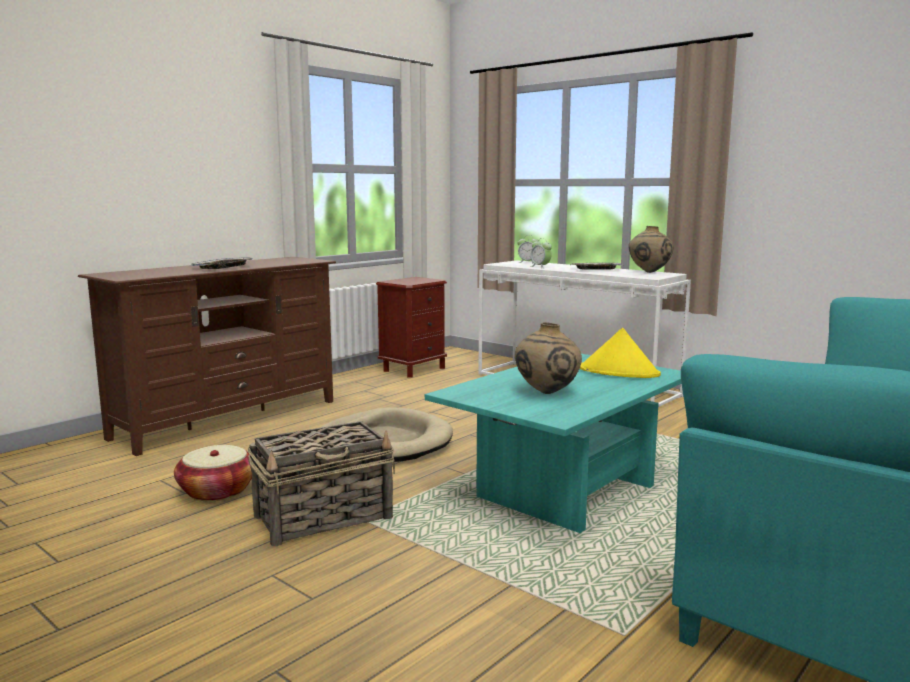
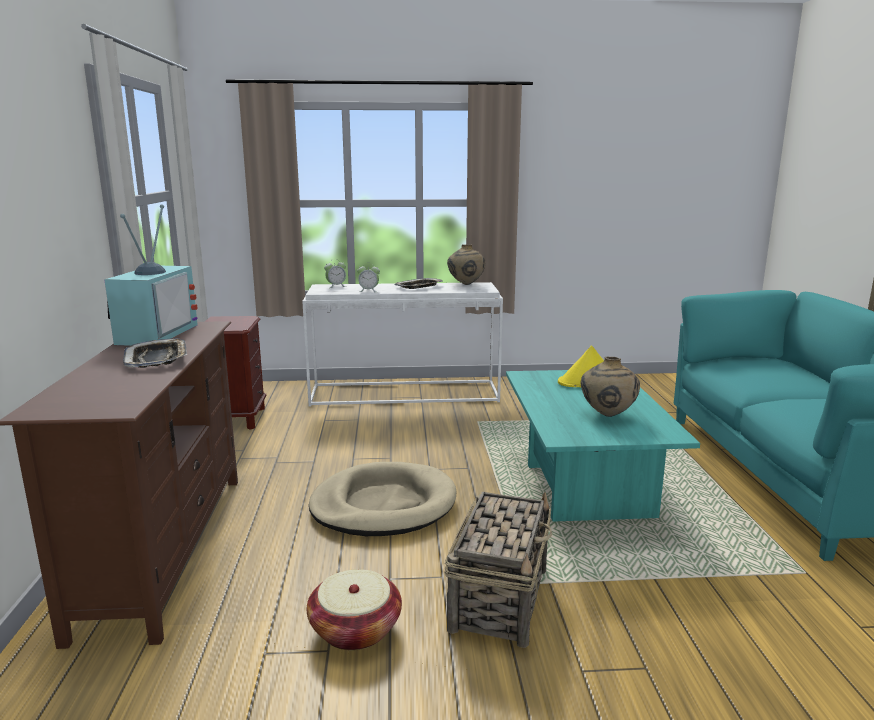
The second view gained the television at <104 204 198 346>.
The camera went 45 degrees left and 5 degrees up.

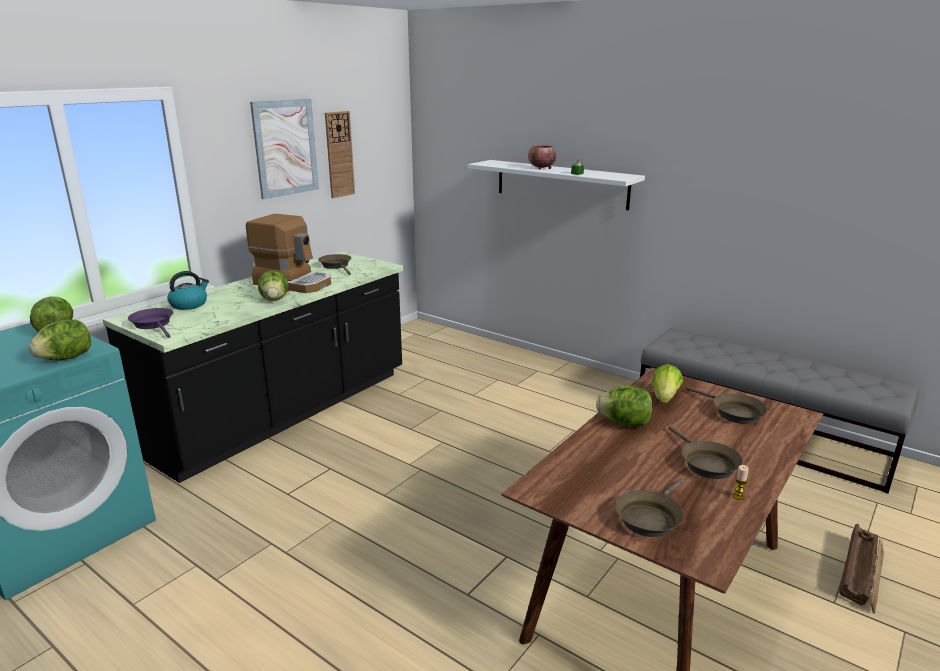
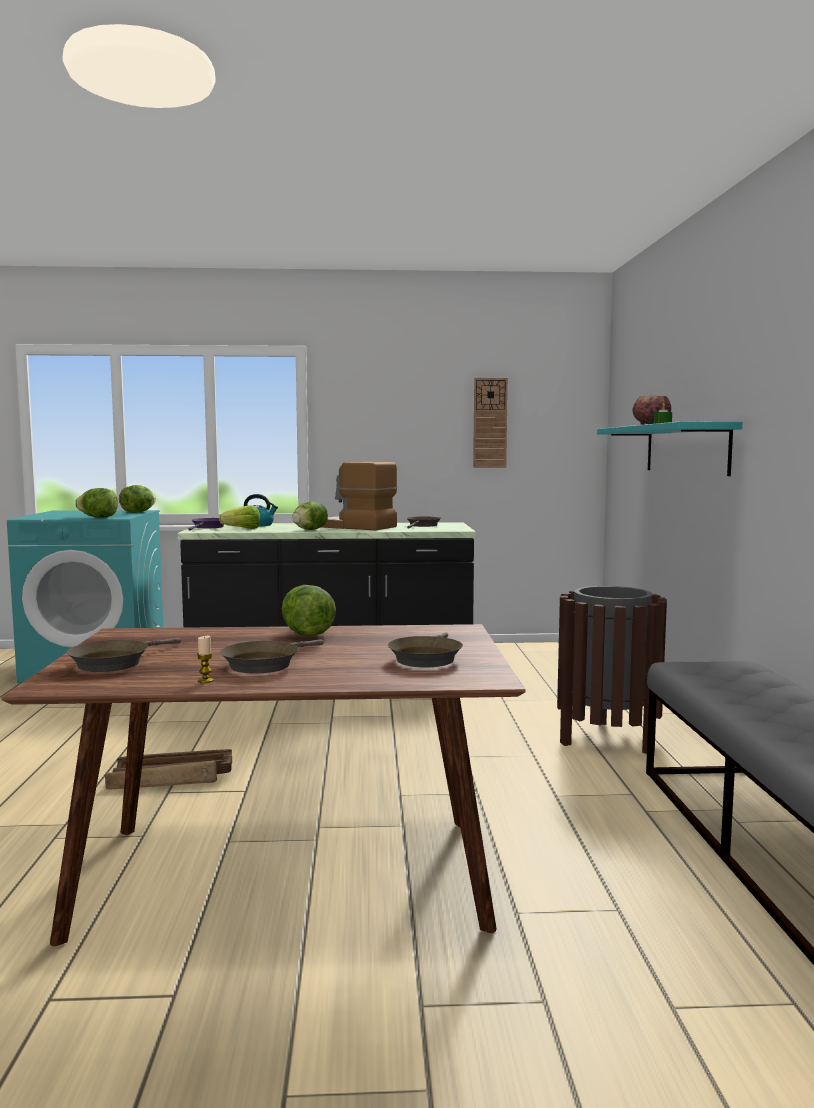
The frying pan (brown) at <615 478 684 537> ended up facing another way, 60 degrees counterclockwise from before.
The crate ended up elsewhere, having gone from <839 524 884 614> to <105 749 232 790>.
The lettuce ended up elsewhere, having gone from <652 364 683 403> to <219 505 260 529>.
The coffee machine at <246 214 331 293> ended up facing another way, 135 degrees clockwise from before.
The second view gained the trash can (brown) at <557 586 667 754>.
What was the shelf (white) at <468 160 645 210> turned into the shelf (turquoise) at <597 422 742 476>.
The second view lost the picture at <250 99 319 199>.
The camera went 50 degrees right and 15 degrees down.

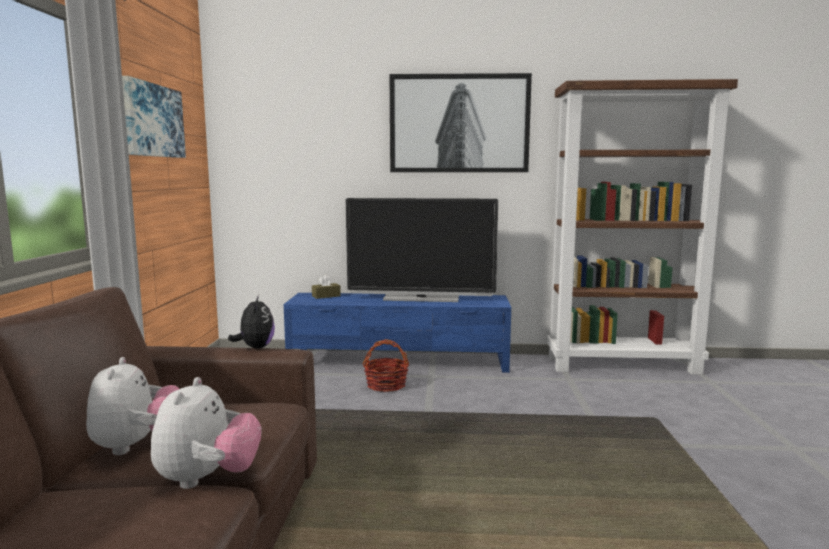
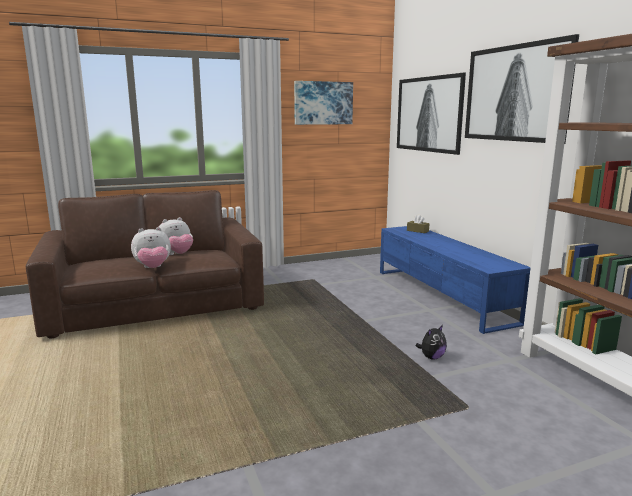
The second view gained the picture at <397 73 466 155>.
The plush toy ended up elsewhere, having gone from <228 295 275 349> to <415 325 447 360>.
The second view lost the television at <346 198 498 302>.
The second view lost the basket at <362 339 409 392>.
The camera went 65 degrees right and 5 degrees up.

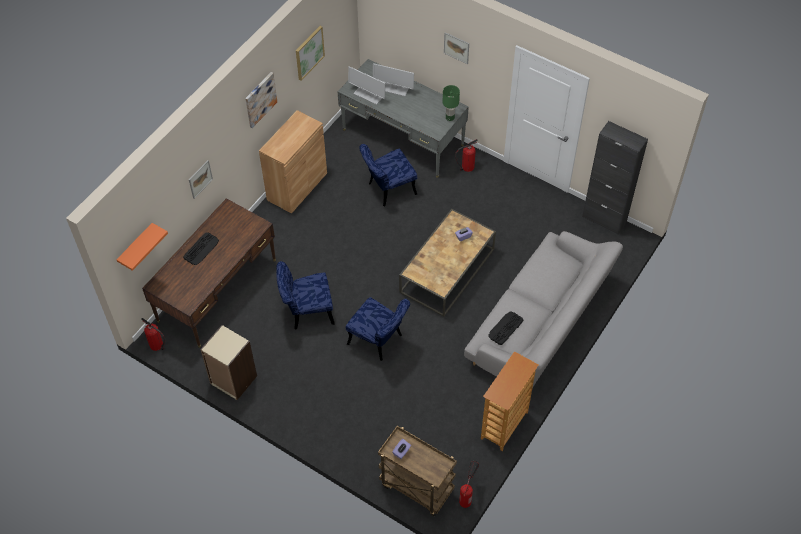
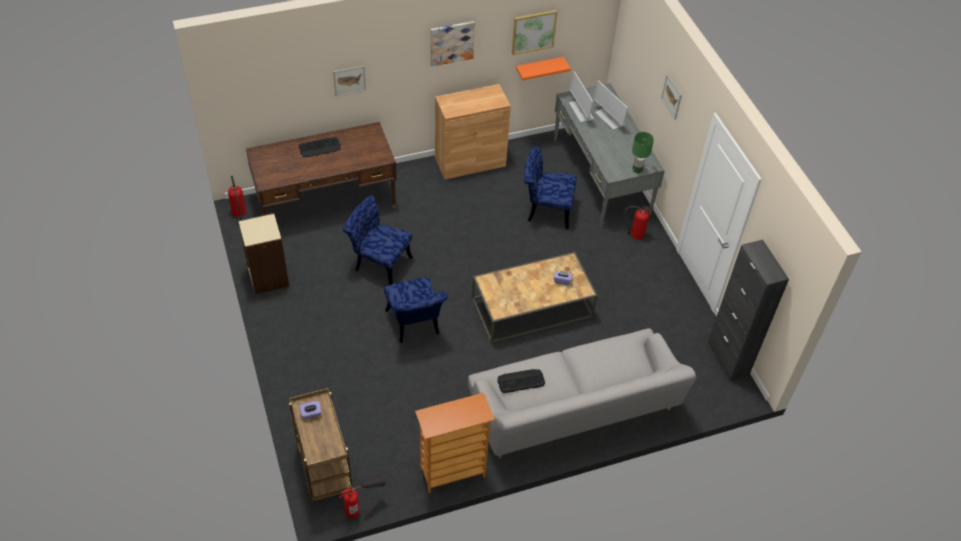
The shelf (orange) ended up elsewhere, having gone from <116 223 168 271> to <516 57 571 81>.
The camera went 35 degrees right and 5 degrees down.

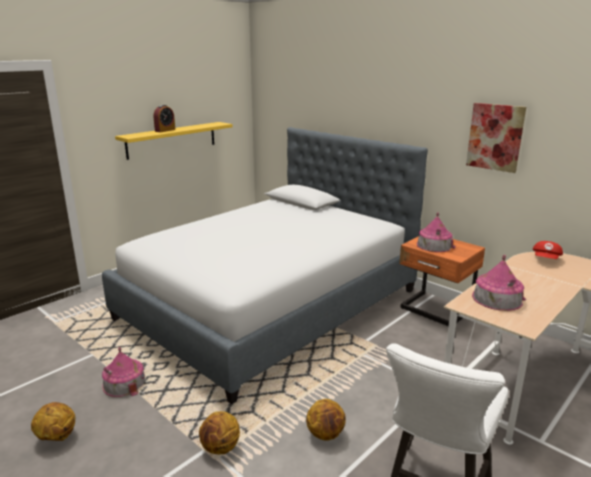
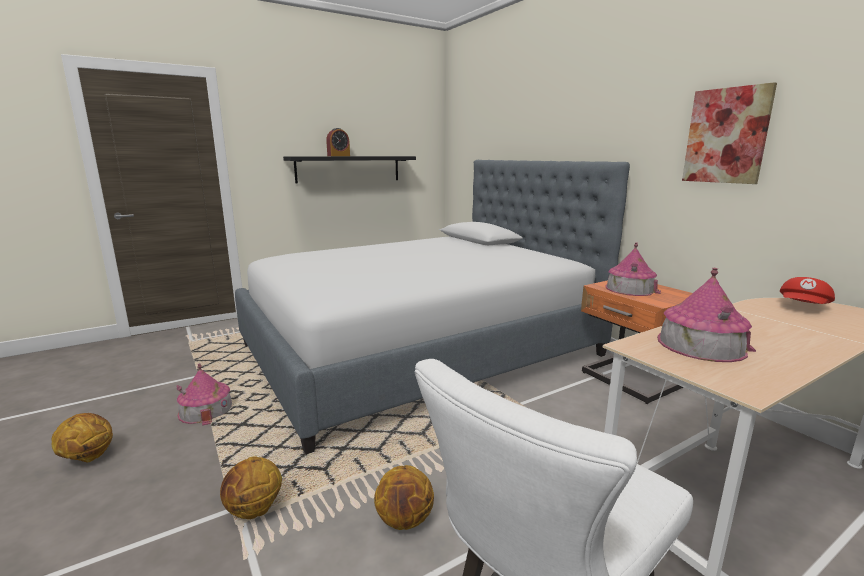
What was the shelf (yellow) at <115 122 233 160> turned into the shelf (black) at <283 156 416 183>.
The camera went 15 degrees right and 5 degrees down.

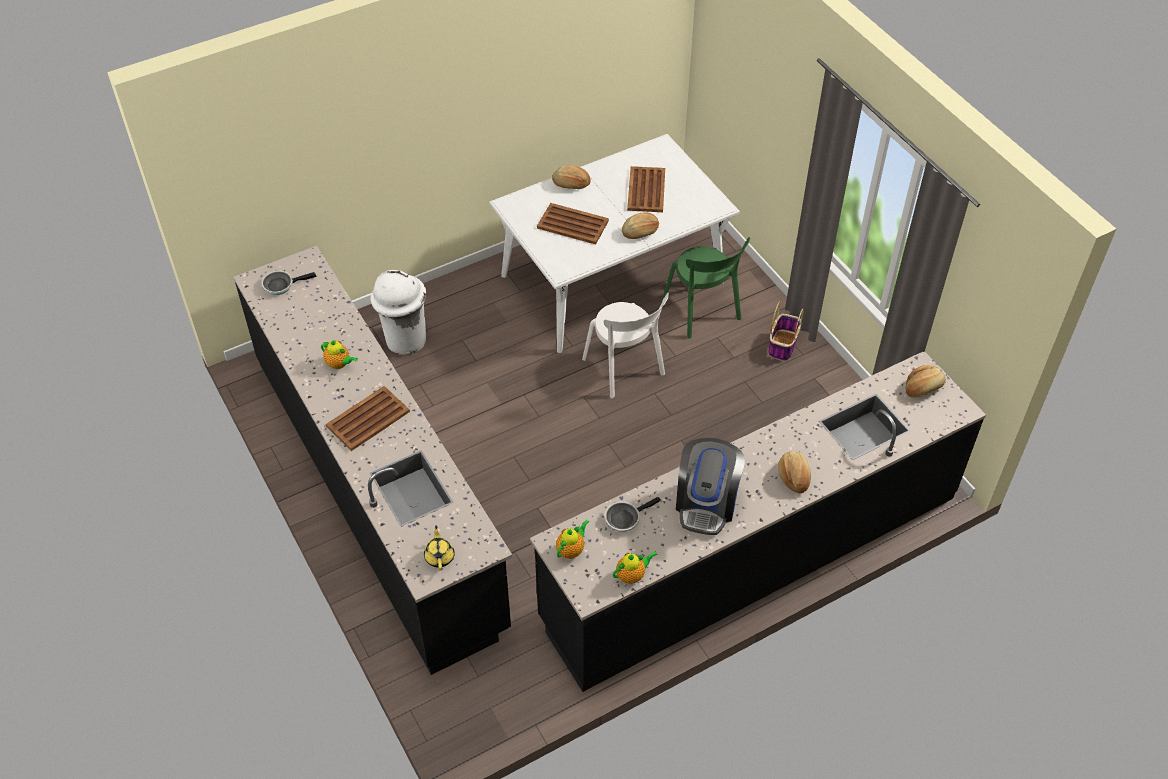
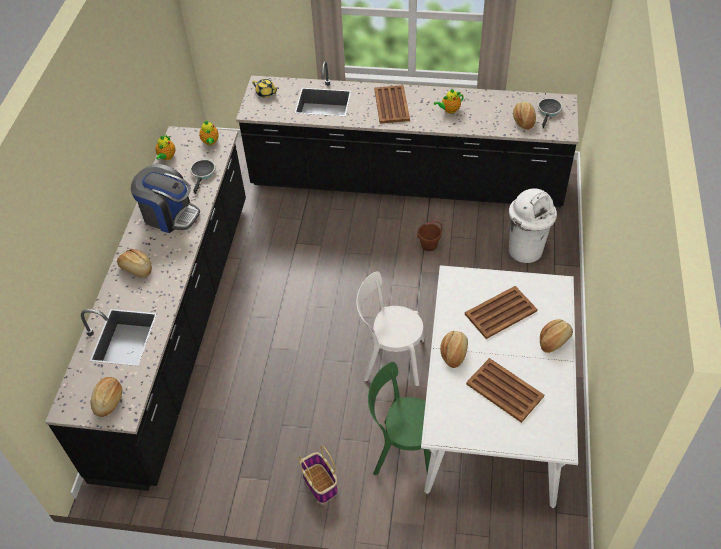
The coffee machine at <676 438 745 535> ended up facing another way, 150 degrees clockwise from before.
The second view gained the bucket (brown) at <417 221 442 251>.
The second view gained the bread at <513 102 536 130>.
The camera went 130 degrees right and 0 degrees up.

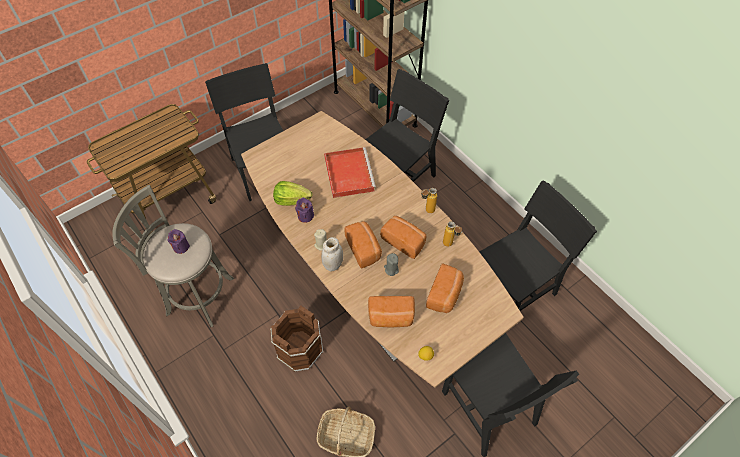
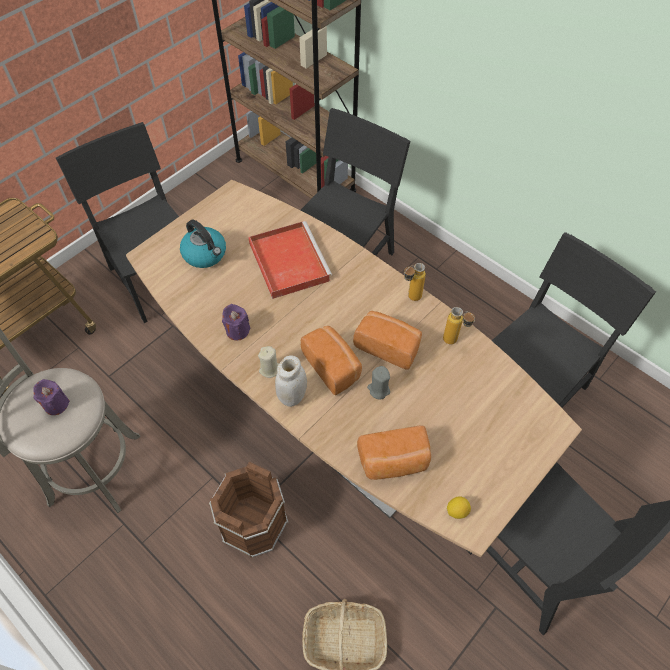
The second view gained the kettle at <180 220 226 268>.
The second view lost the lettuce at <273 181 312 206>.
The second view lost the bread at <426 263 464 313>.
The camera went 10 degrees left and 0 degrees up.

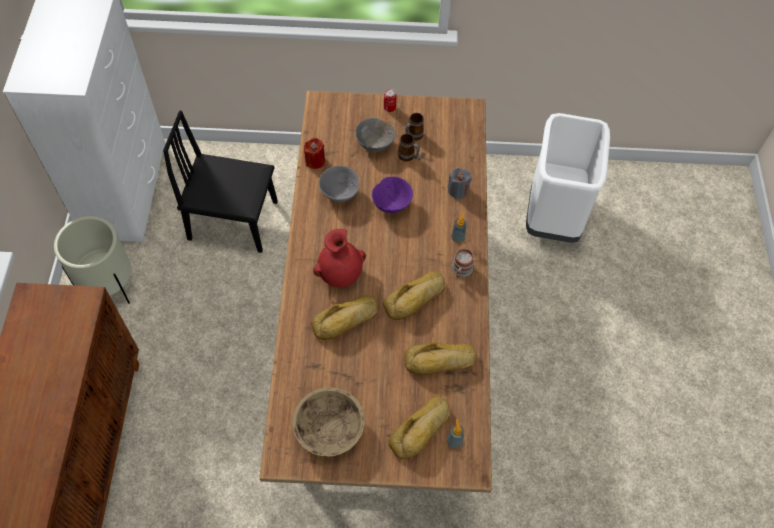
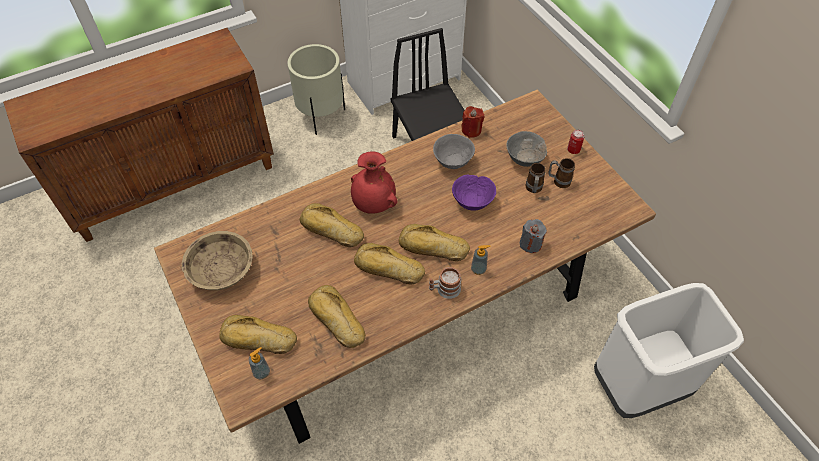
The second view gained the bread at <399 224 470 261>.
The camera went 60 degrees right and 5 degrees down.

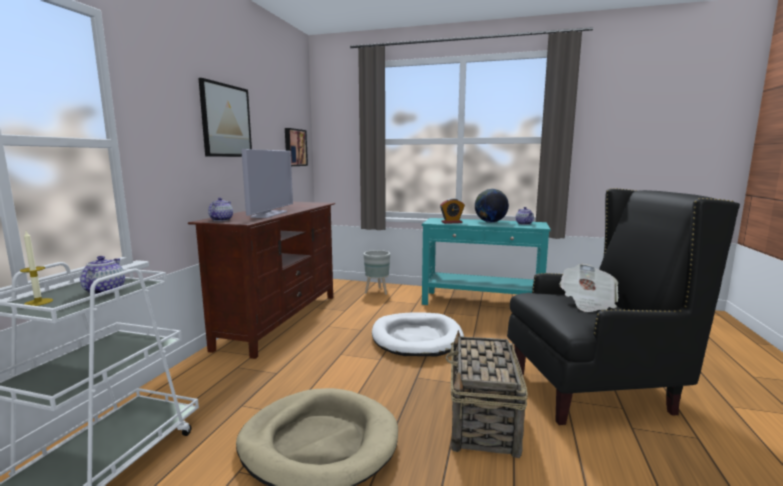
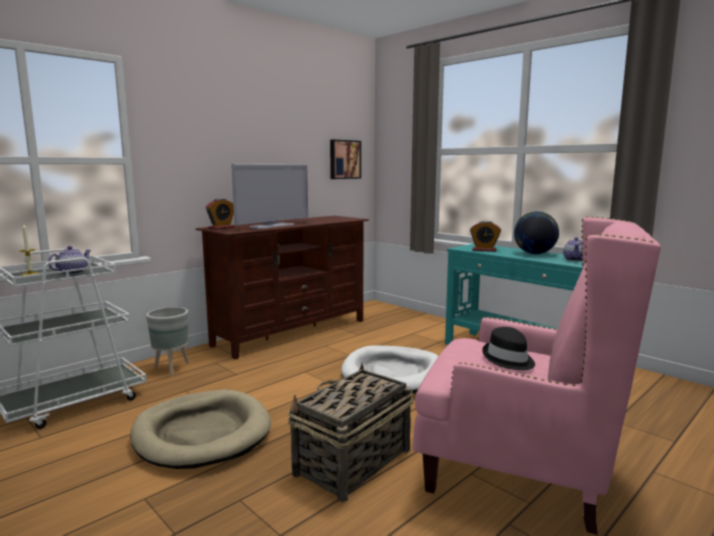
The planter (grey) ended up elsewhere, having gone from <364 250 390 295> to <146 307 189 376>.
Where the teapot stood at <208 198 233 221>, the alarm clock came to stand at <206 198 235 230>.
What was the armchair (black) at <507 188 740 425> turned into the armchair (pink) at <413 216 661 535>.
Where the newspaper stood at <559 264 618 312>, the hat (black) came to stand at <482 327 535 370>.
The second view lost the picture at <198 78 252 157>.
The camera went 30 degrees right and 0 degrees up.

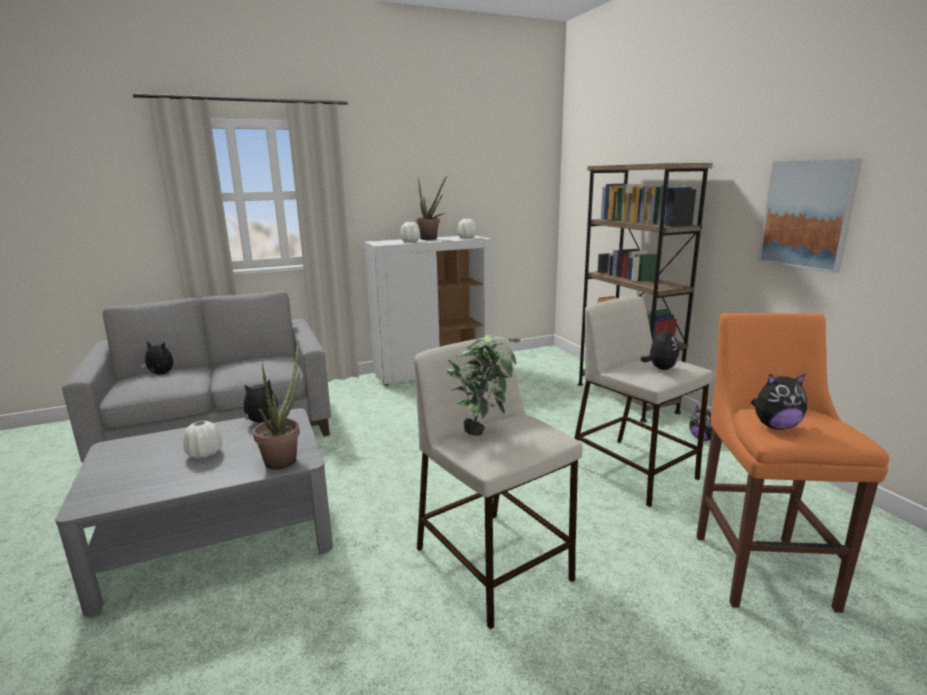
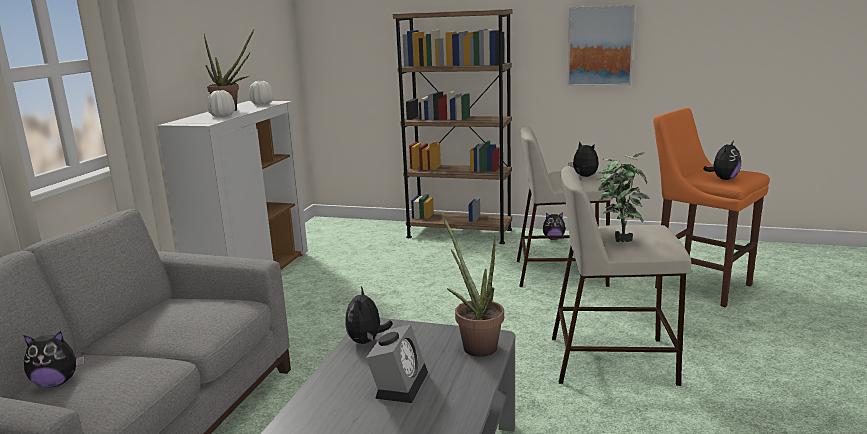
The plush toy at <140 341 173 374> ended up facing another way, 150 degrees counterclockwise from before.
Where the vase (white) stood at <183 421 222 459>, the alarm clock came to stand at <366 324 428 403>.
The camera went 50 degrees left and 0 degrees up.

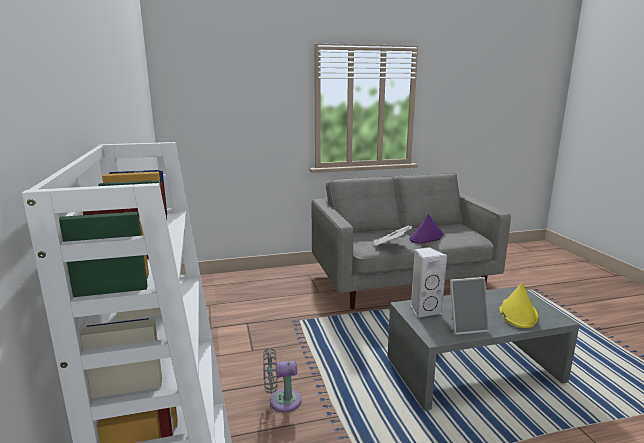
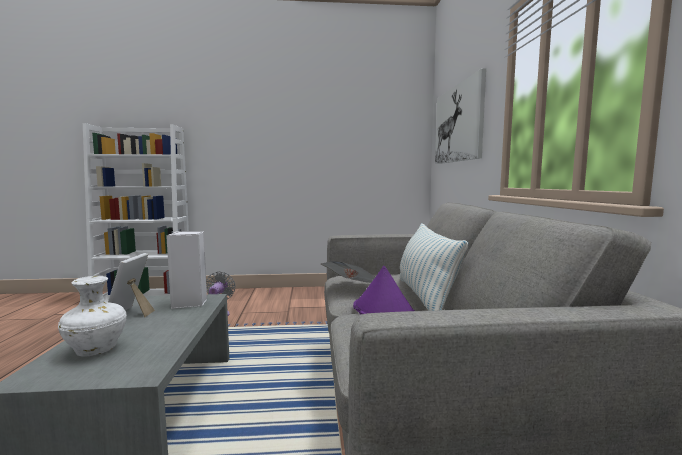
Where the hat (yellow) stood at <499 282 538 328>, the vase (white) came to stand at <58 276 127 356>.
The second view gained the pillow at <400 223 469 311>.
The second view gained the picture at <435 68 486 164>.
The camera went 100 degrees right and 10 degrees down.

